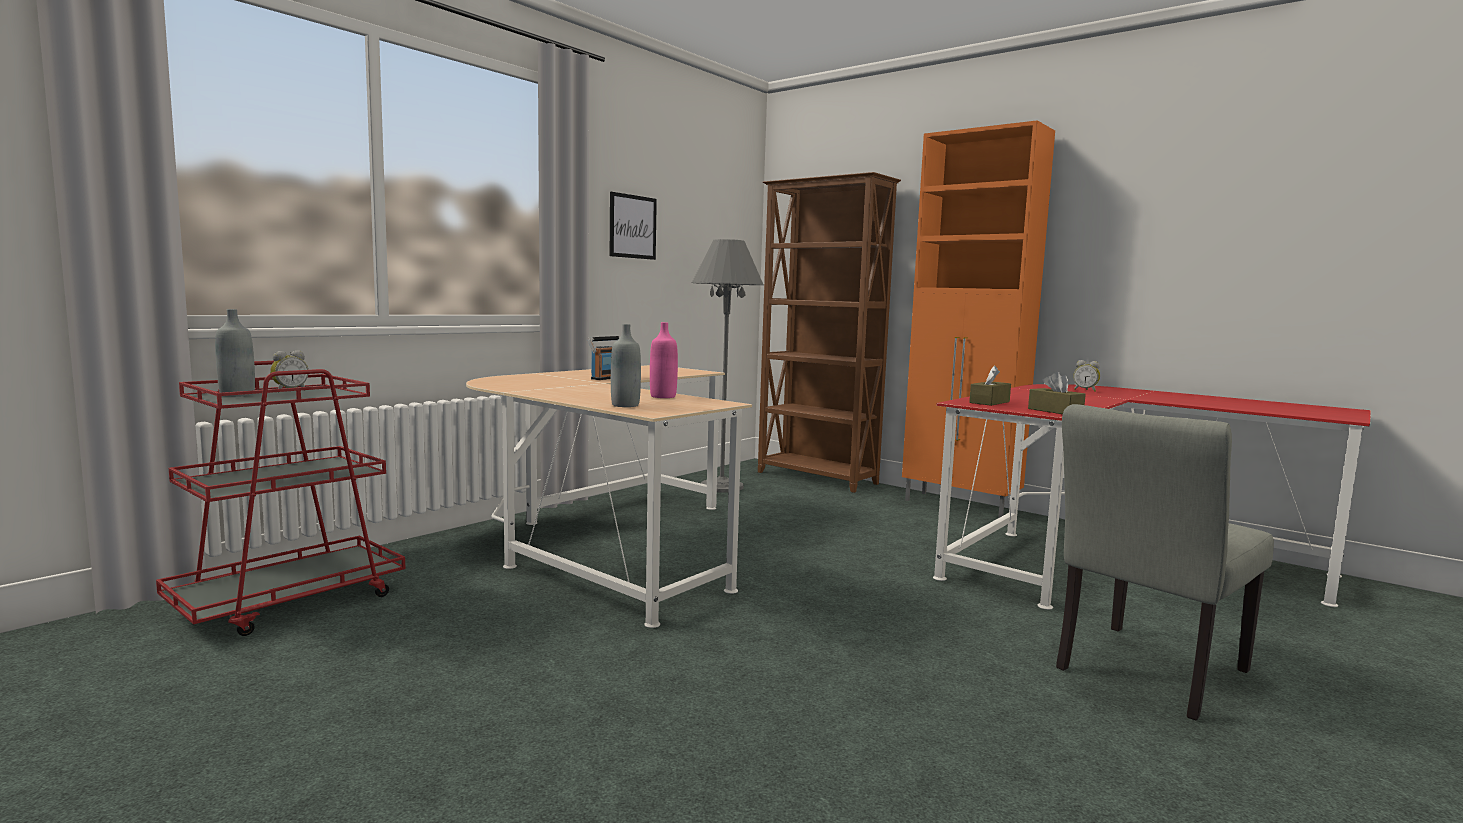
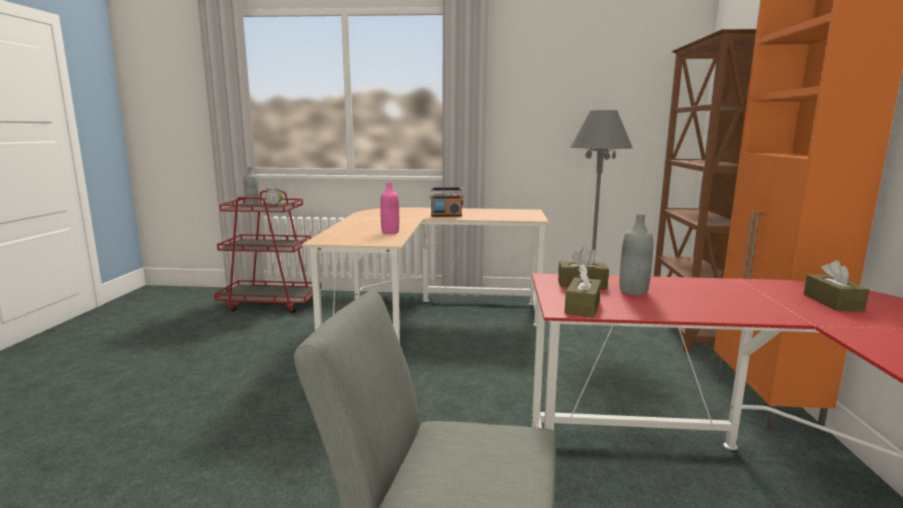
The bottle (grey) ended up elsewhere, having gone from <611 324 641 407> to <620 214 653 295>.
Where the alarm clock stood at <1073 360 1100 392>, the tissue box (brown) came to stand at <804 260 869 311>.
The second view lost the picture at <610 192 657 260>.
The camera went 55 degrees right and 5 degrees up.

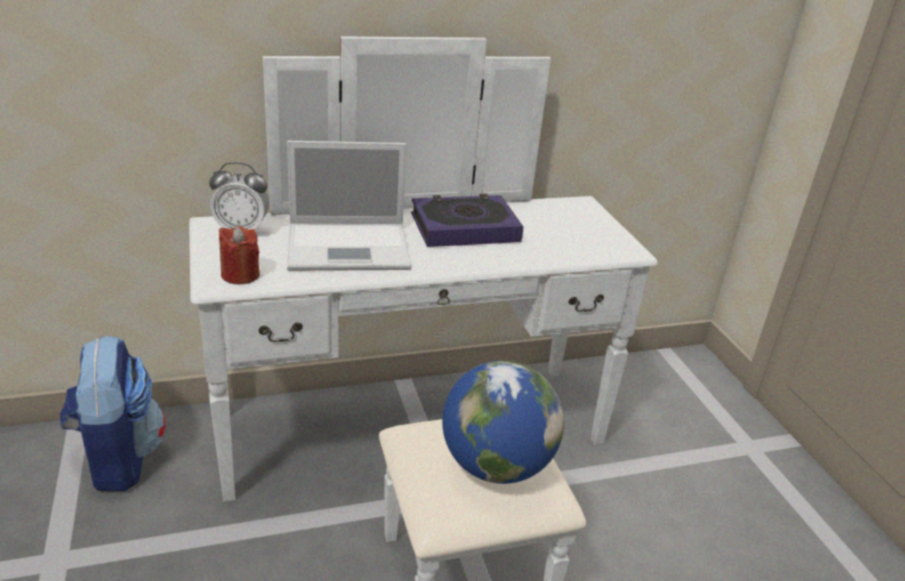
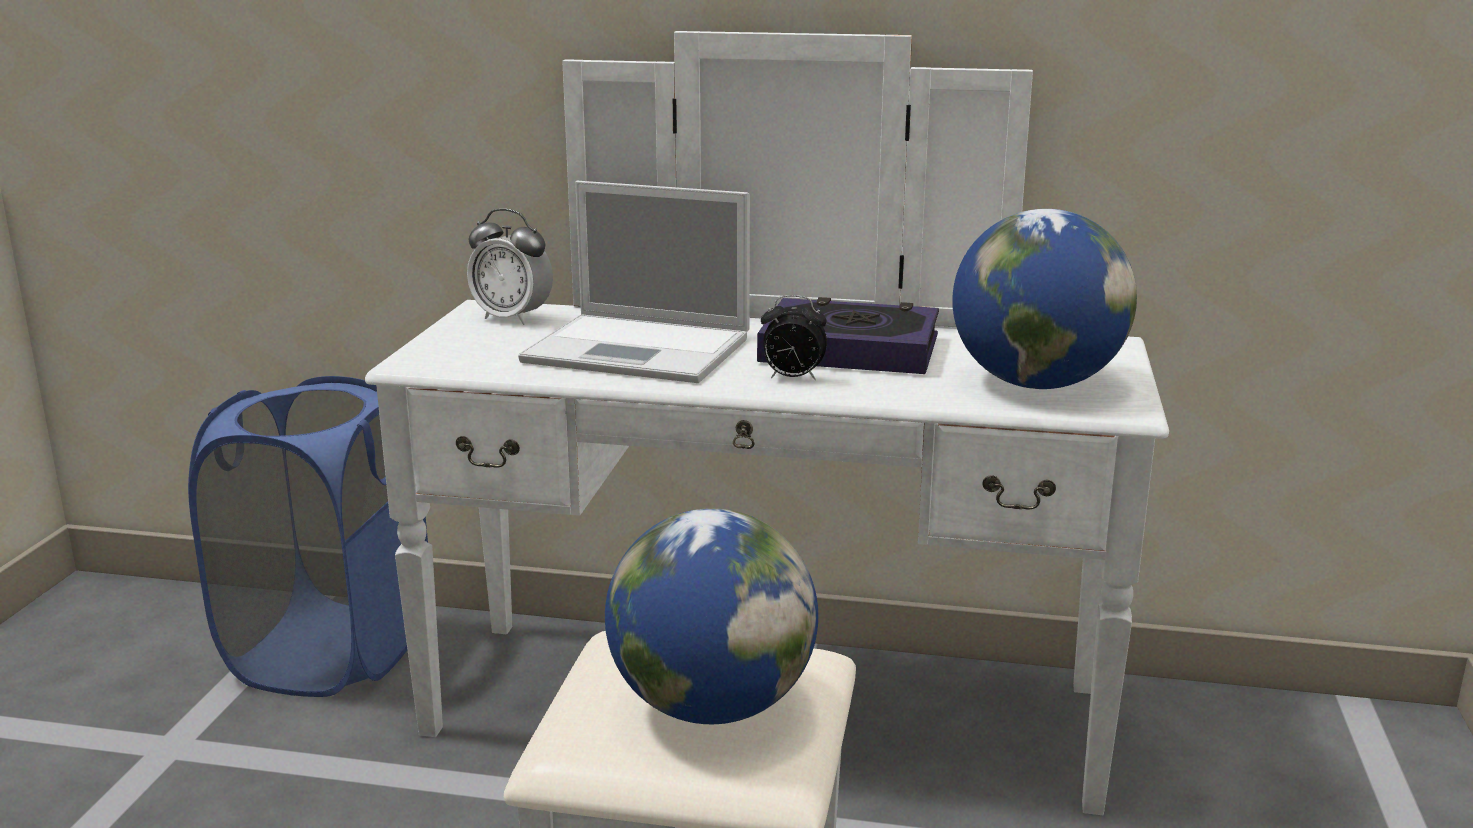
Where the backpack stood at <60 336 166 491>, the laundry basket (blue) came to stand at <188 376 428 697>.
The second view gained the alarm clock at <761 295 827 381>.
The second view gained the globe at <953 209 1137 389>.
The second view lost the candle (red) at <219 226 260 284>.
The camera went 30 degrees right and 10 degrees down.

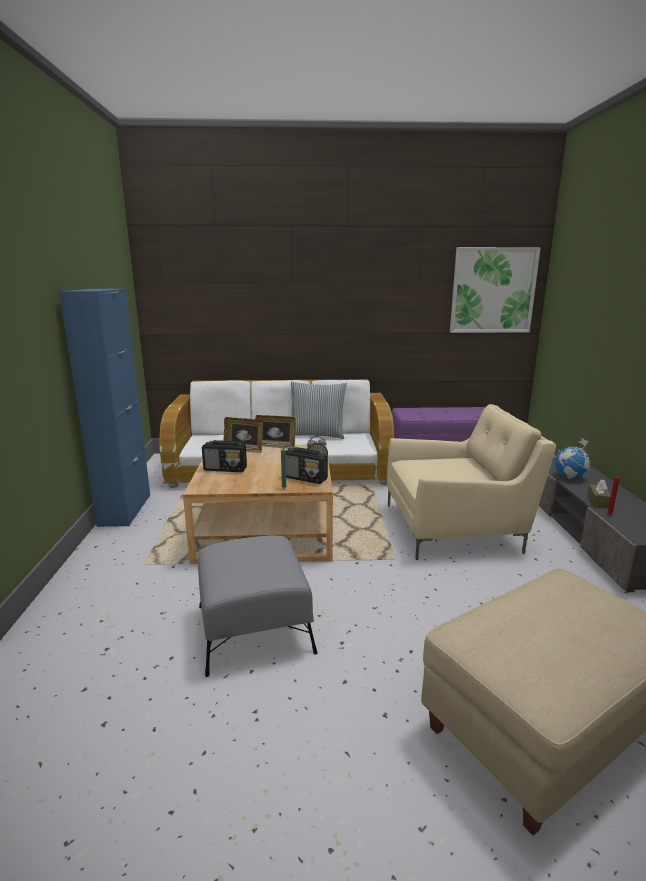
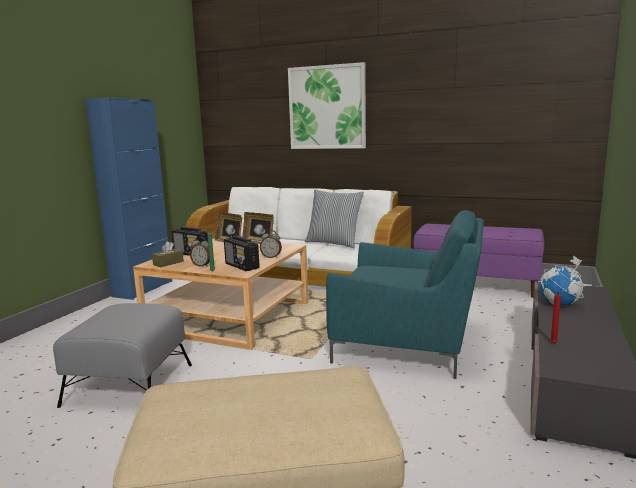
The tissue box (brown) ended up elsewhere, having gone from <587 479 611 508> to <152 241 184 267>.
The second view gained the alarm clock at <190 237 210 266>.
The picture ended up elsewhere, having gone from <450 247 541 333> to <288 62 366 149>.
What was the armchair (beige) at <387 404 556 560> turned into the armchair (turquoise) at <326 210 484 379>.
The camera went 25 degrees right and 5 degrees down.

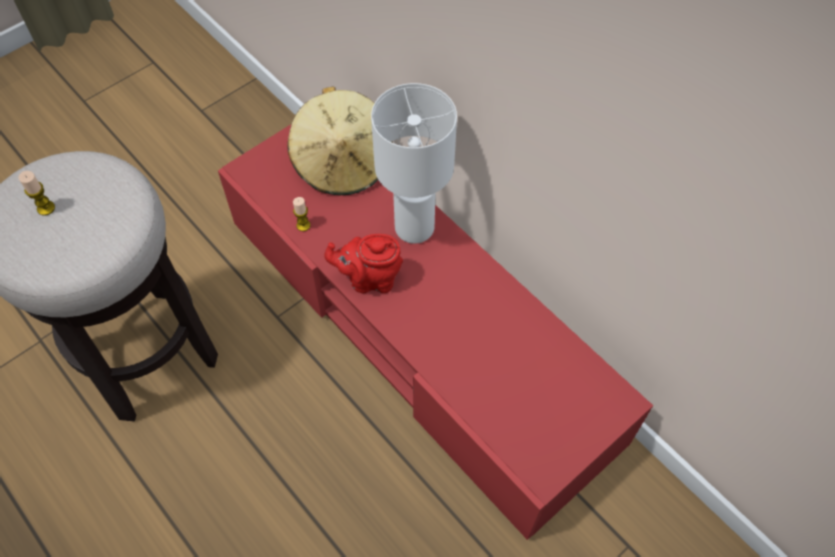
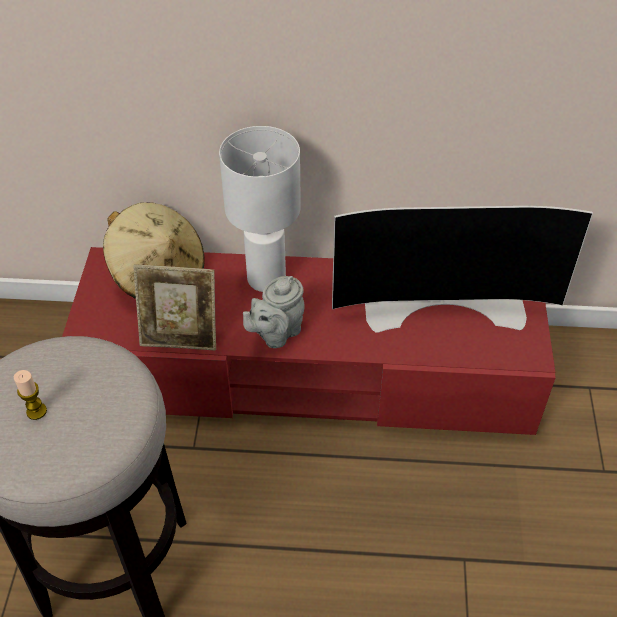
Where the candle stood at <293 197 310 231>, the picture frame came to stand at <133 265 216 350>.
What was the teapot (red) at <324 234 403 293> turned into the teapot (grey) at <243 276 305 348>.
The second view gained the television at <332 206 593 333>.
The camera went 45 degrees left and 10 degrees down.

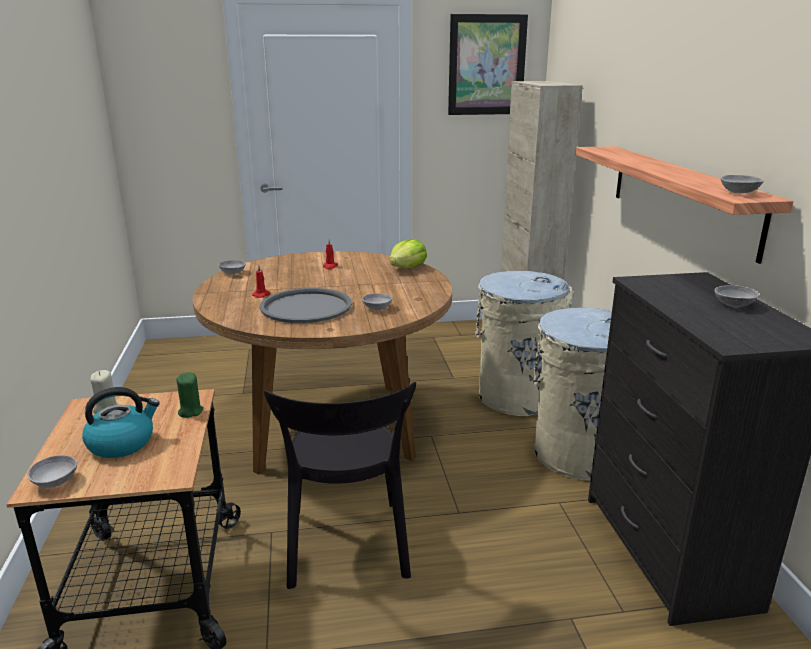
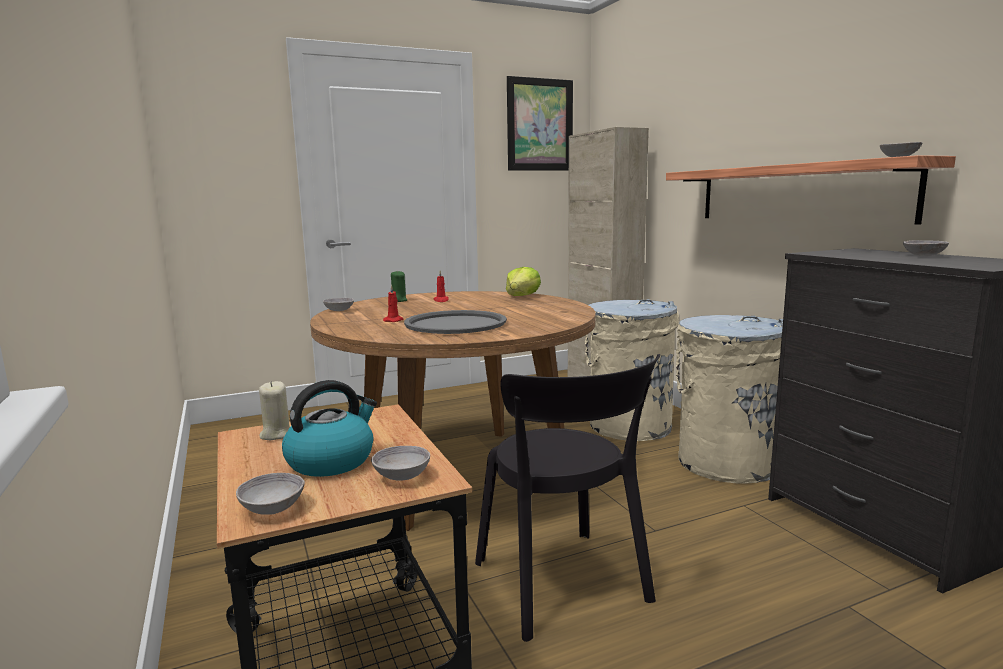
The bowl (grey) ended up elsewhere, having gone from <362 293 392 310> to <371 446 430 481>.
The candle (green) ended up elsewhere, having gone from <176 372 203 418> to <391 270 407 302>.
The camera went 15 degrees left and 10 degrees down.

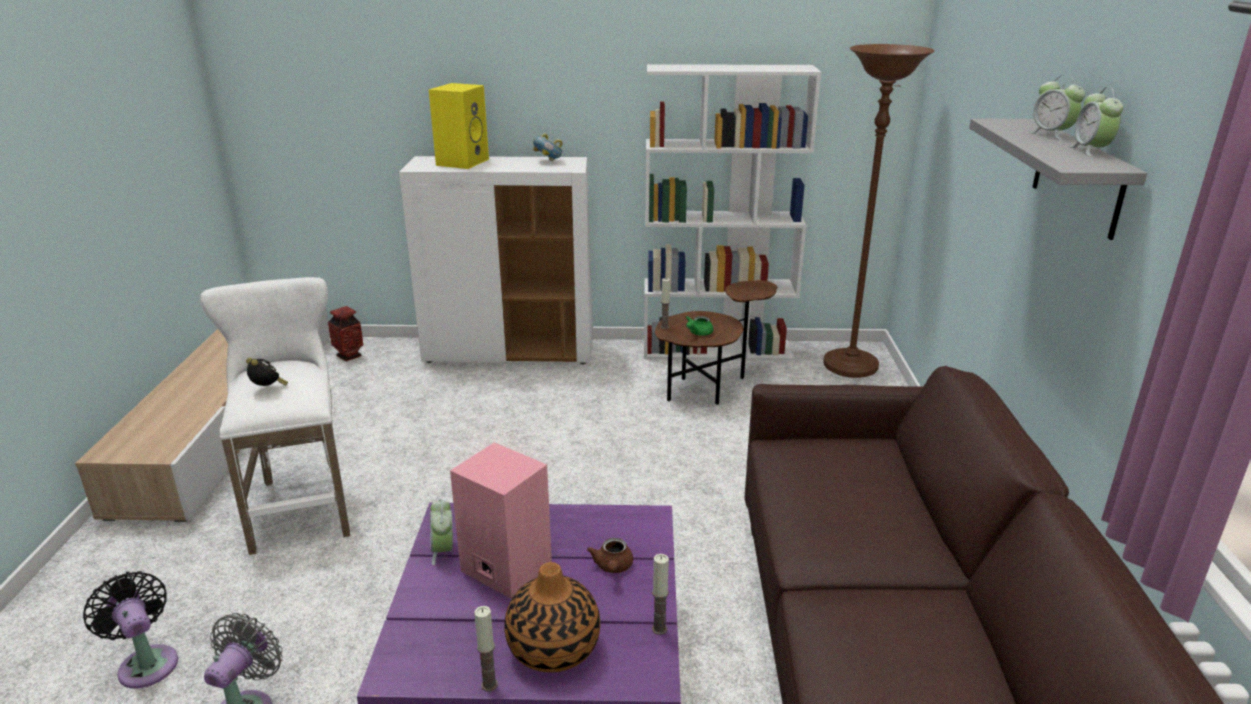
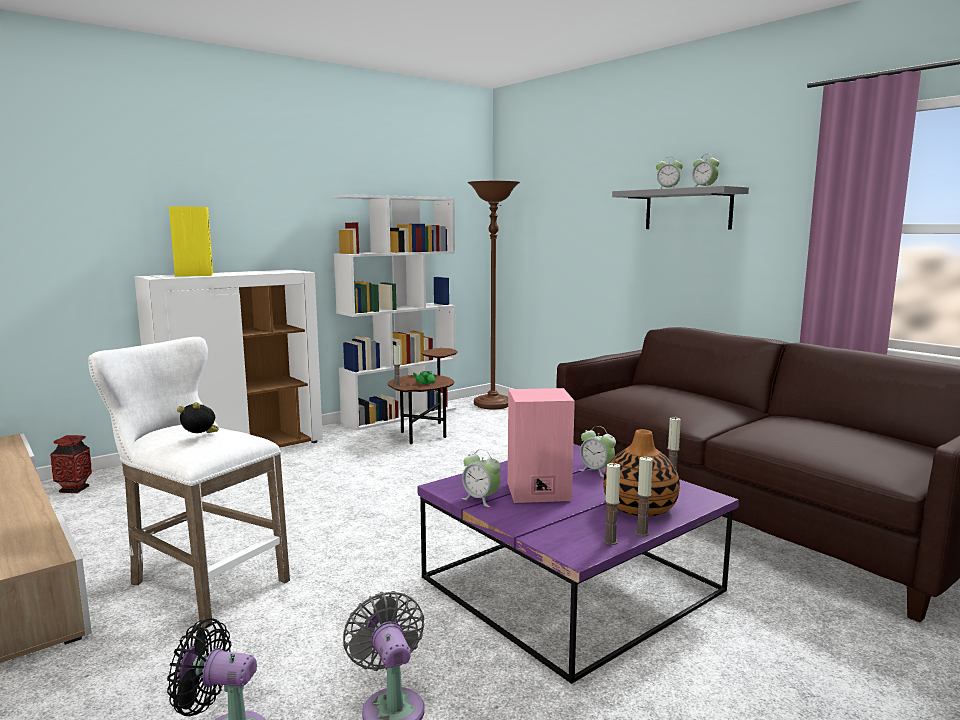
Where the teapot (brown) stood at <587 538 633 573>, the alarm clock came to stand at <579 426 616 477>.
The second view gained the candle at <603 463 620 545>.
The second view lost the bowl at <533 133 563 161>.
The camera went 40 degrees left and 15 degrees down.

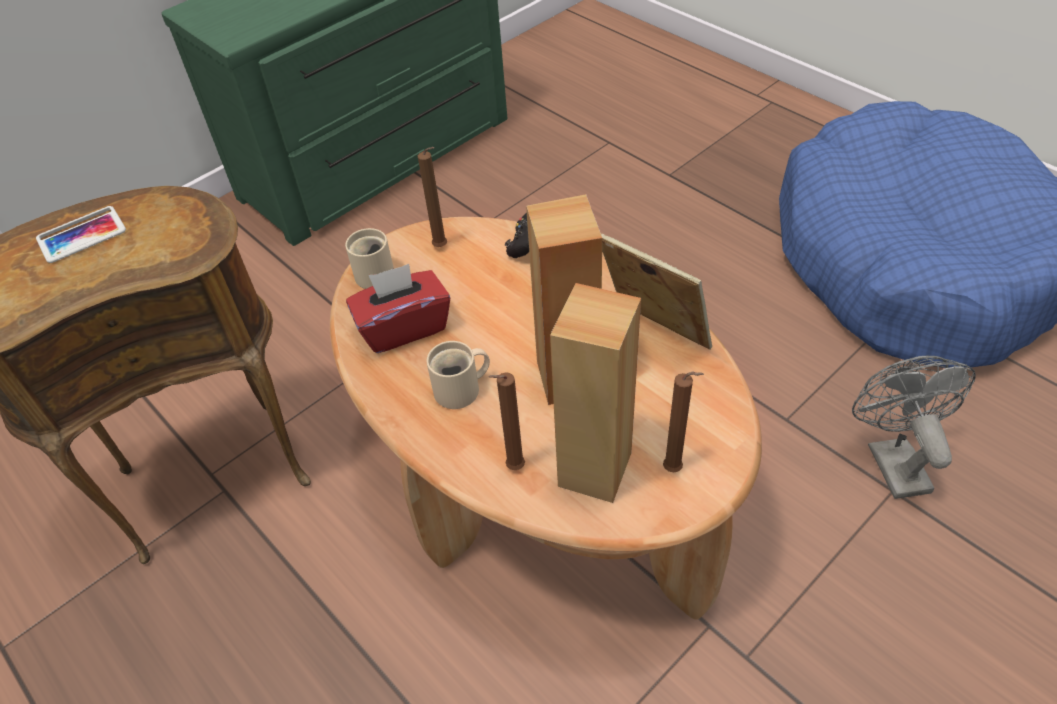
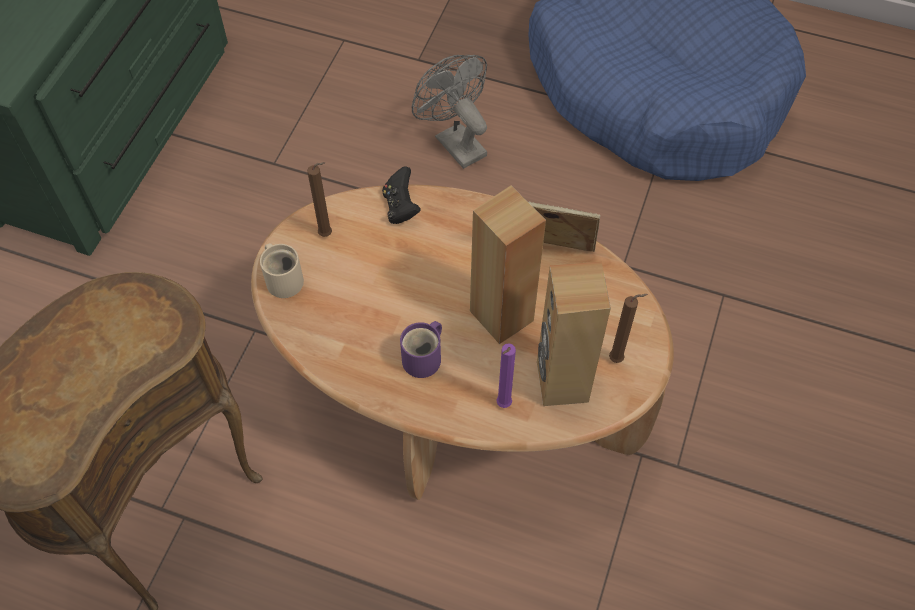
What was the mug (beige) at <427 341 490 409> turned into the mug (purple) at <400 321 442 378>.
The fan (grey) ended up elsewhere, having gone from <852 356 976 499> to <412 55 487 169>.
What was the candle (brown) at <489 372 525 470> turned into the candle (purple) at <496 343 516 408>.
The second view lost the phone at <36 206 126 263>.
The second view lost the tissue box (red) at <346 264 450 353>.
The camera went 30 degrees left and 10 degrees up.

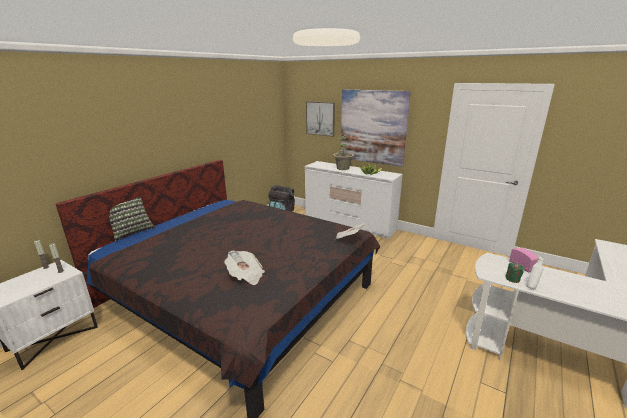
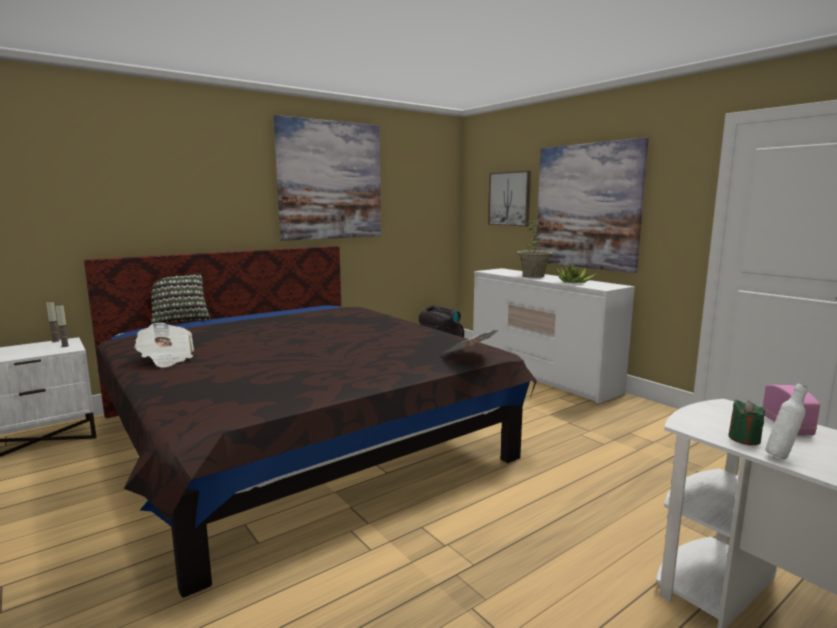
The newspaper ended up elsewhere, having gone from <224 251 265 285> to <134 323 194 368>.
The second view gained the picture at <274 115 381 241>.
The camera went 20 degrees right and 10 degrees down.

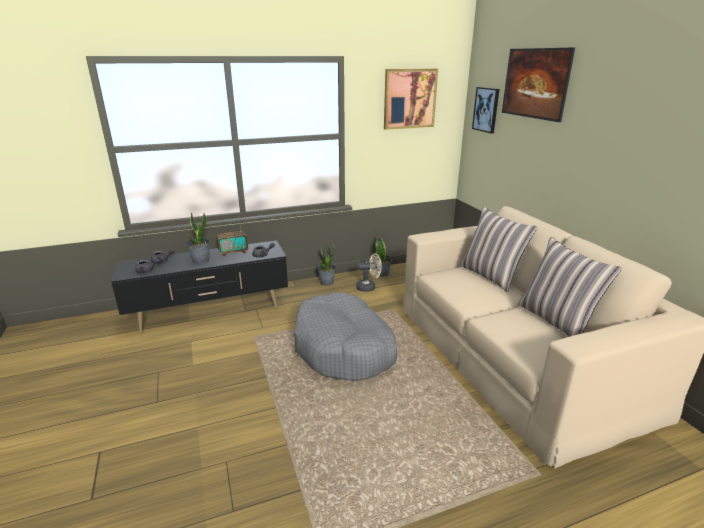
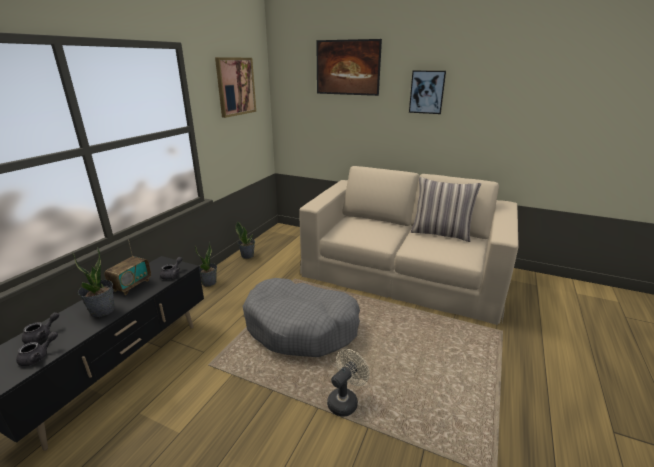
The fan (beige) ended up elsewhere, having gone from <357 253 382 292> to <327 349 370 417>.
The picture ended up elsewhere, having gone from <472 87 499 133> to <409 70 446 114>.
The second view lost the pillow at <460 207 538 292>.
The camera went 45 degrees left and 0 degrees up.

